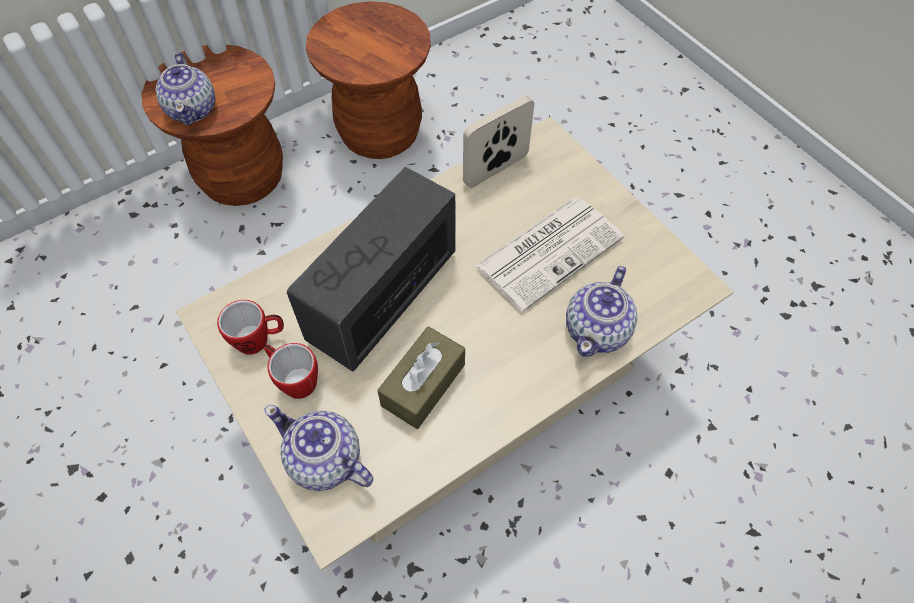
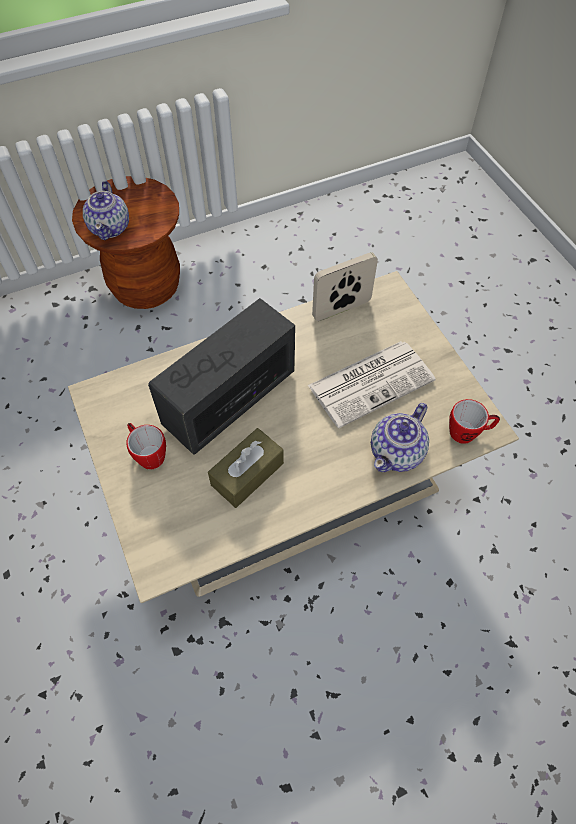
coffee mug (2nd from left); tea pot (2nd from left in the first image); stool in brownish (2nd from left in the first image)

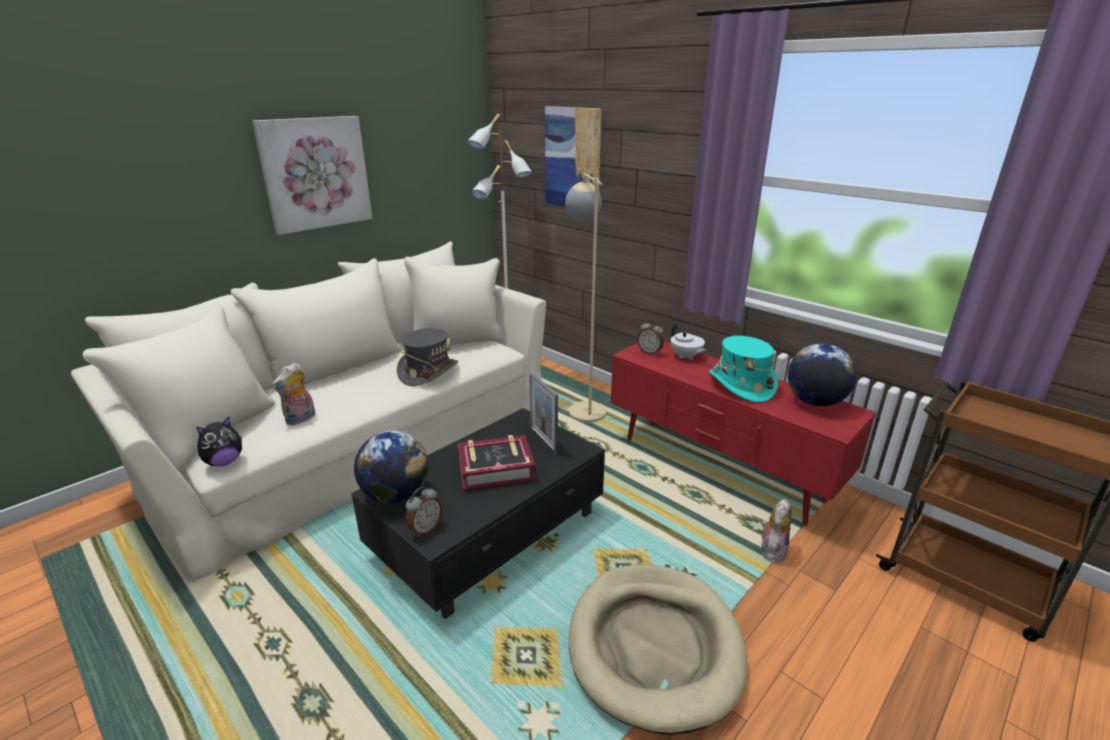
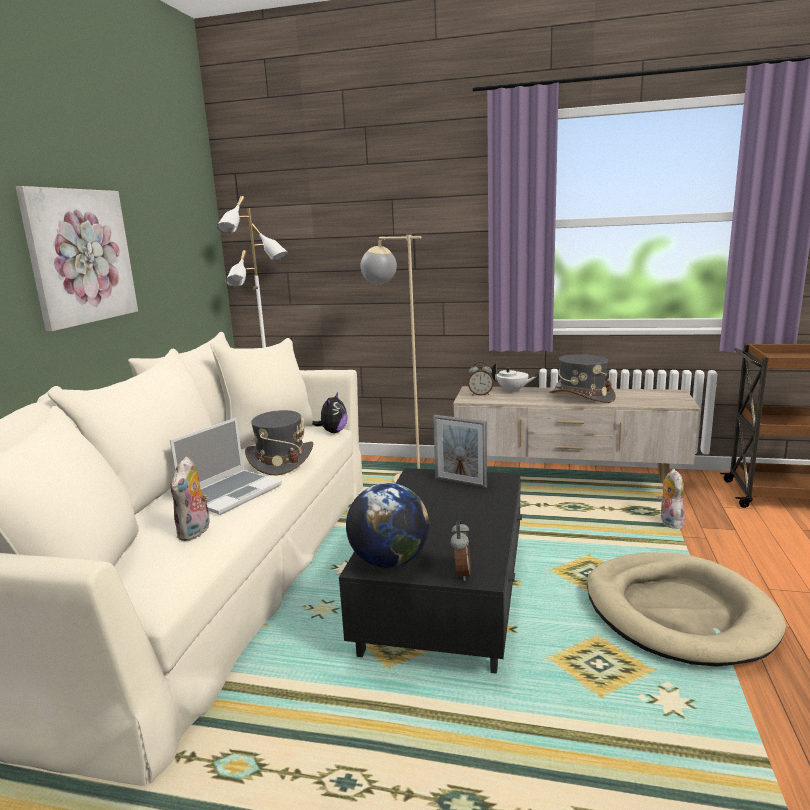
plush toy (2nd from left); volume; picture (2nd from left in the first image); tv unit in beige; wearable hat in greyish (2nd from left); globe (2nd from left in the first image); portable computer

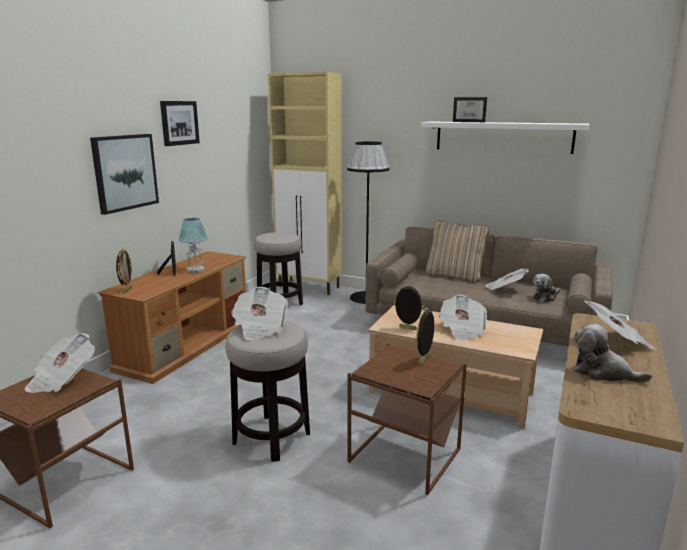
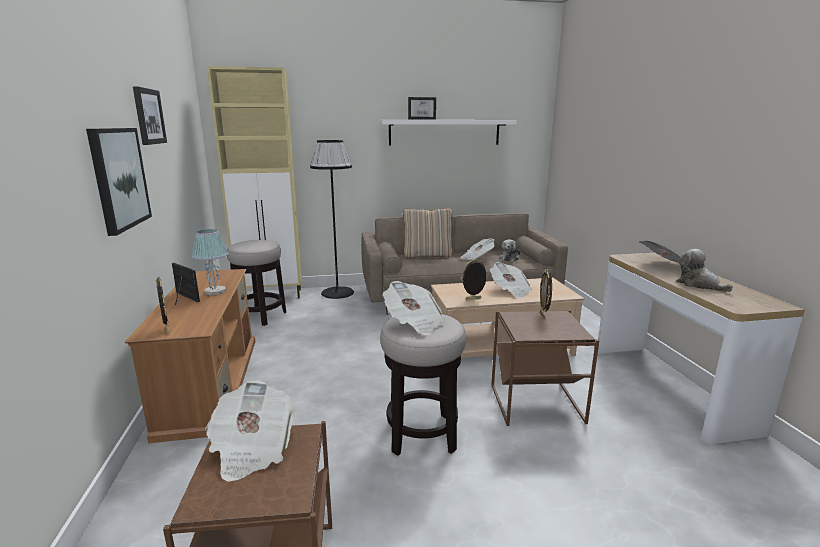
plush toy (2nd from left)

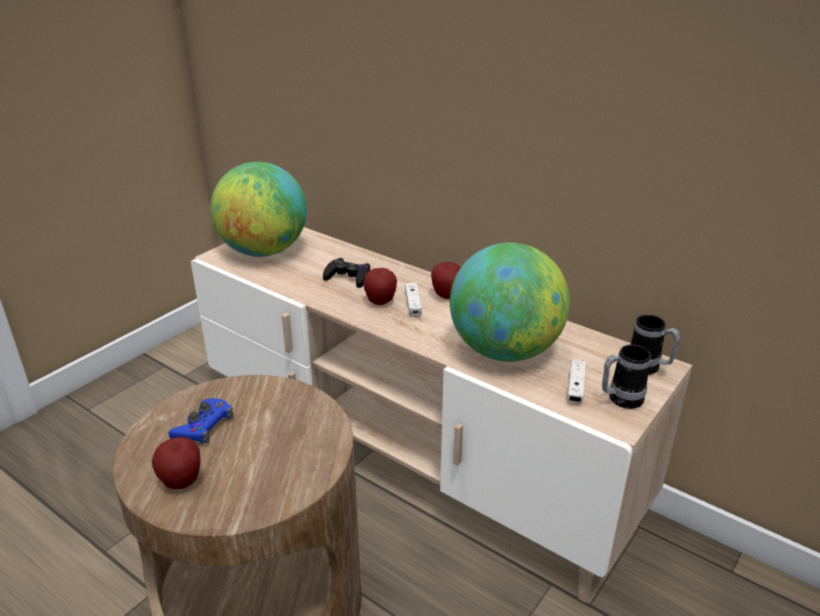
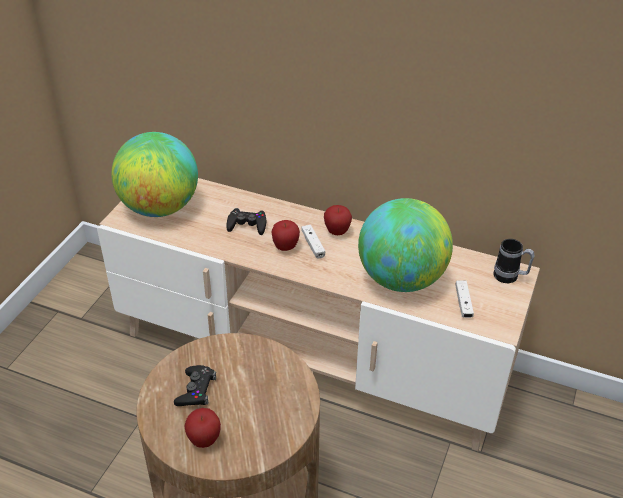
joypad in black-coloured (1st from left); coffee mug (1st from left in the first image)

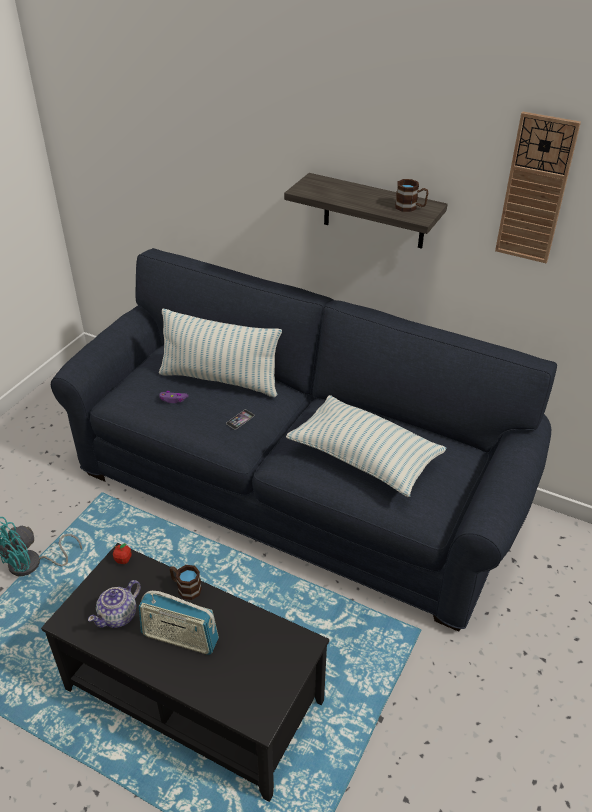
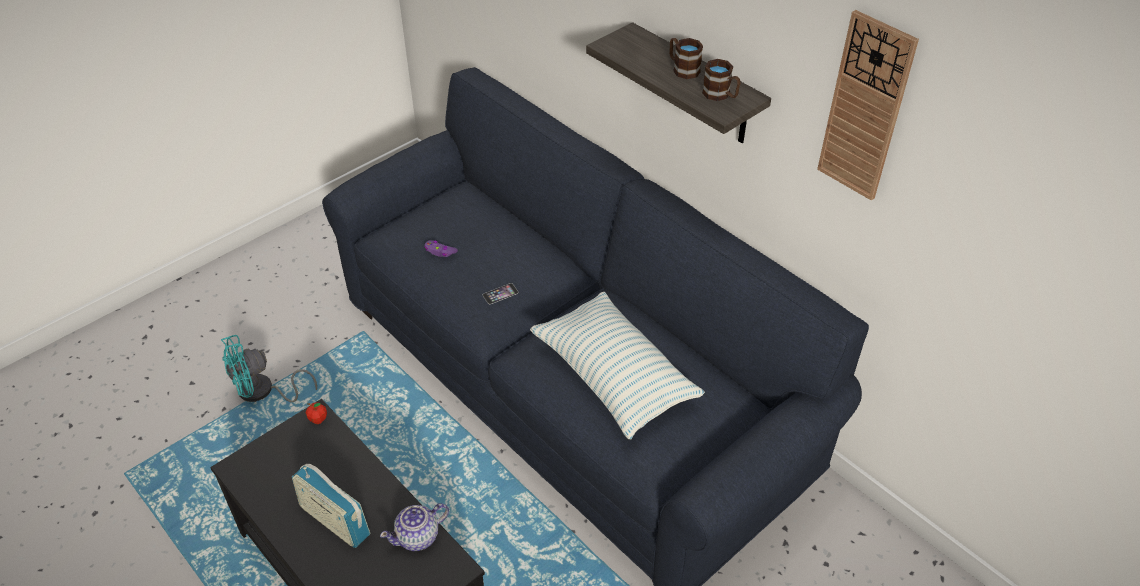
tea pot; pillow (1st from left in the first image); coffee mug in brownish (1st from left)

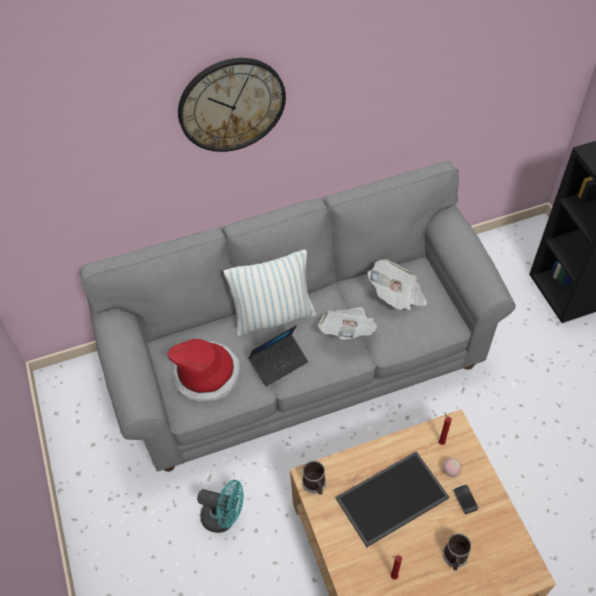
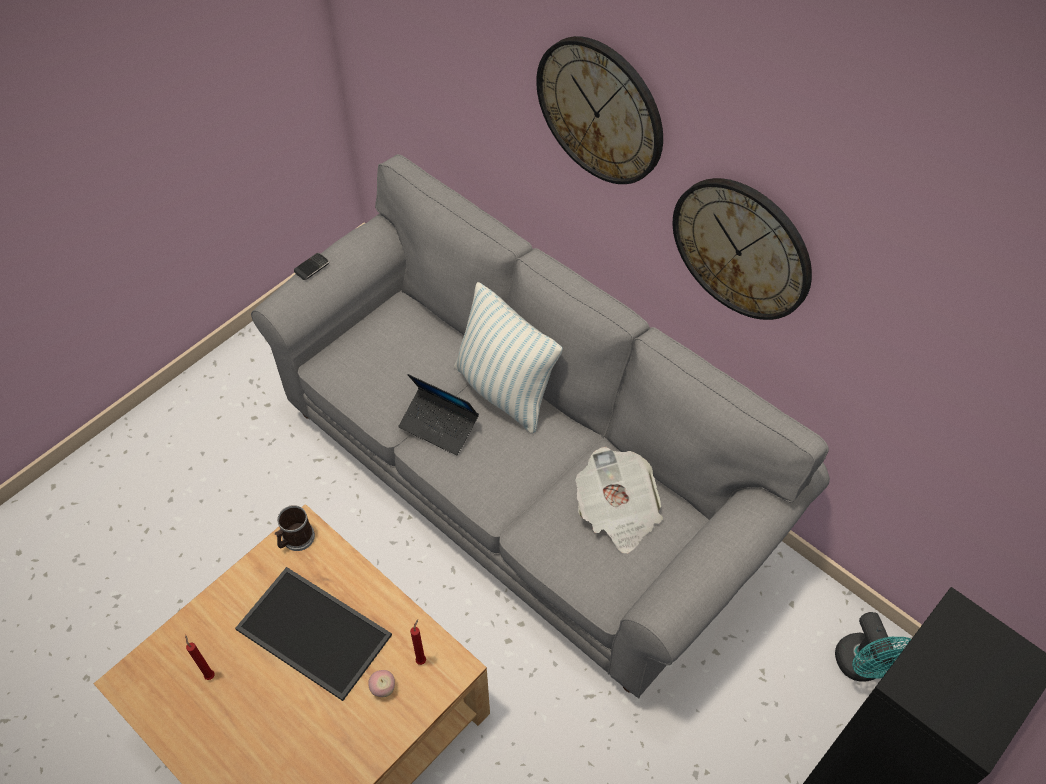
wearable hat; cooling fan in blue-green; daily paper (1st from left in the first image); coffee mug (2nd from left in the first image); telephone; wall clock (2nd from left)

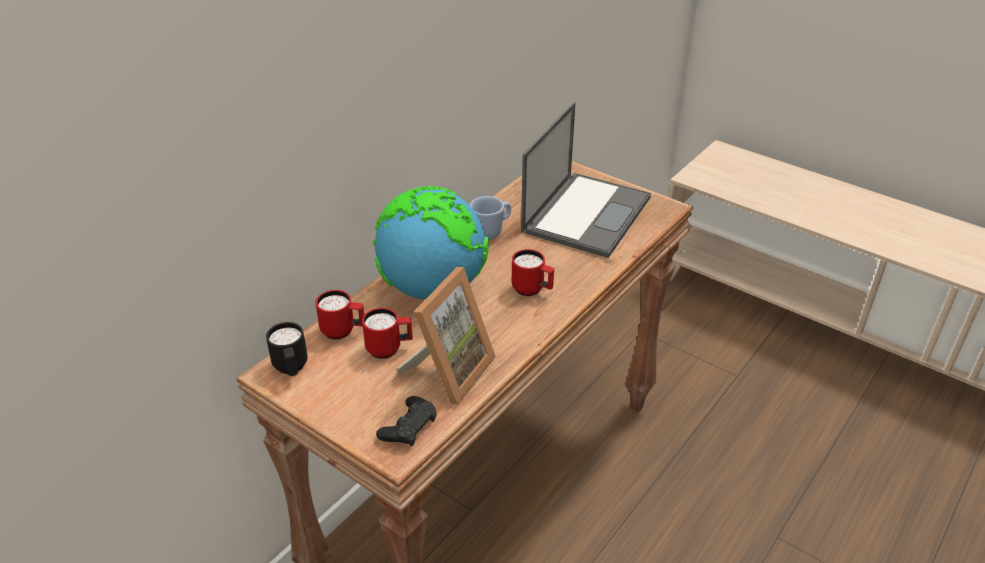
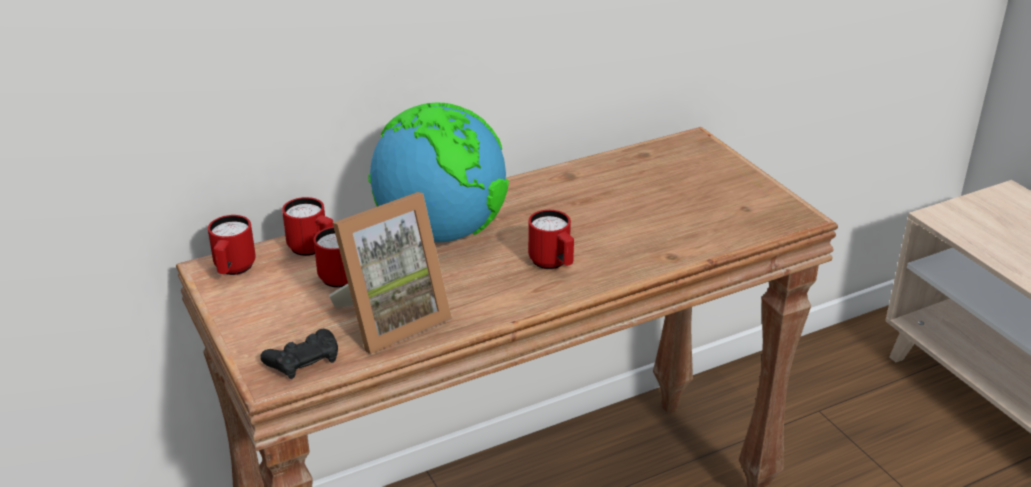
coffee mug in red-coloured (1st from left); coffee mug in blue; portable computer

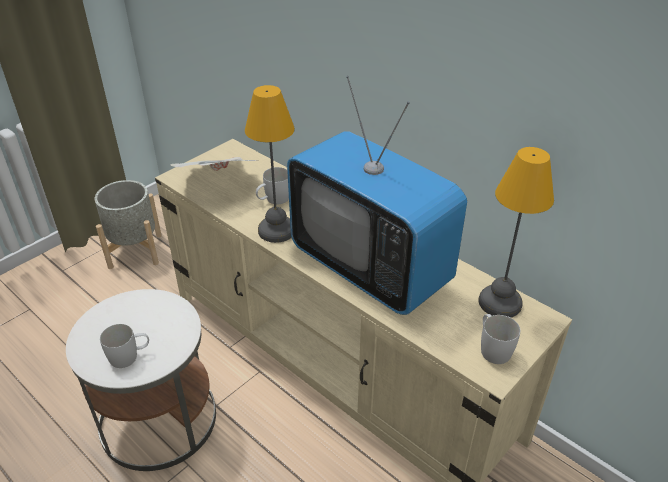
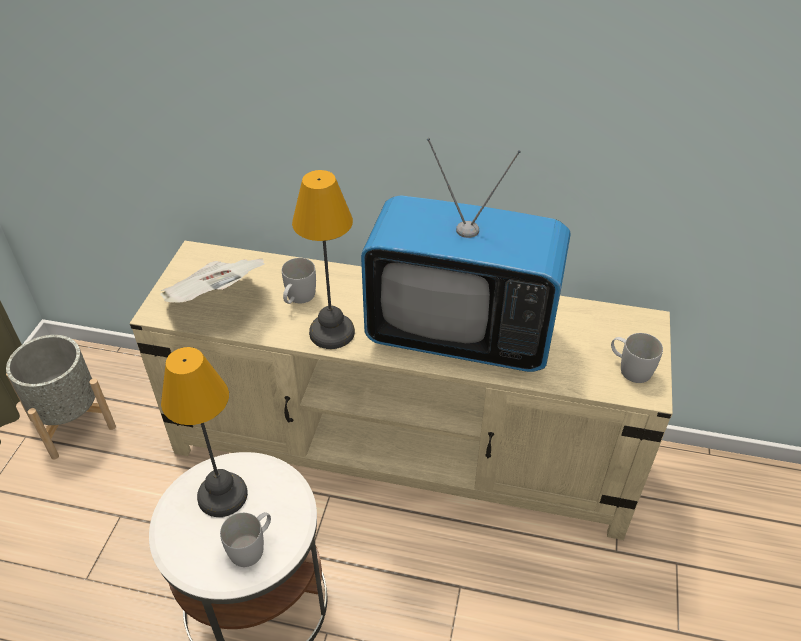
lamp for a table (1st from left)

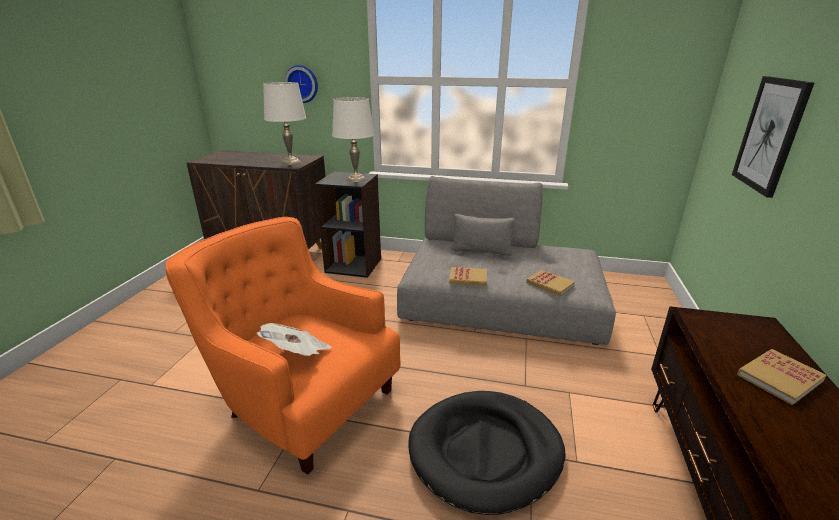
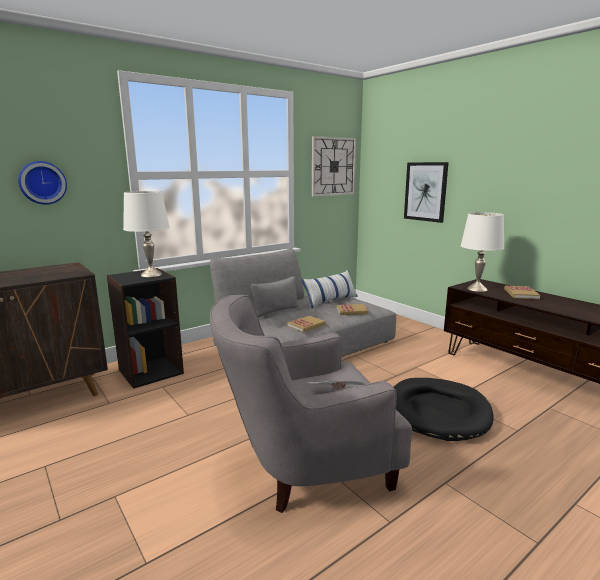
armchair in greyish; lamp for a table in white-coloured (2nd from left); pillow; wall clock (2nd from left)

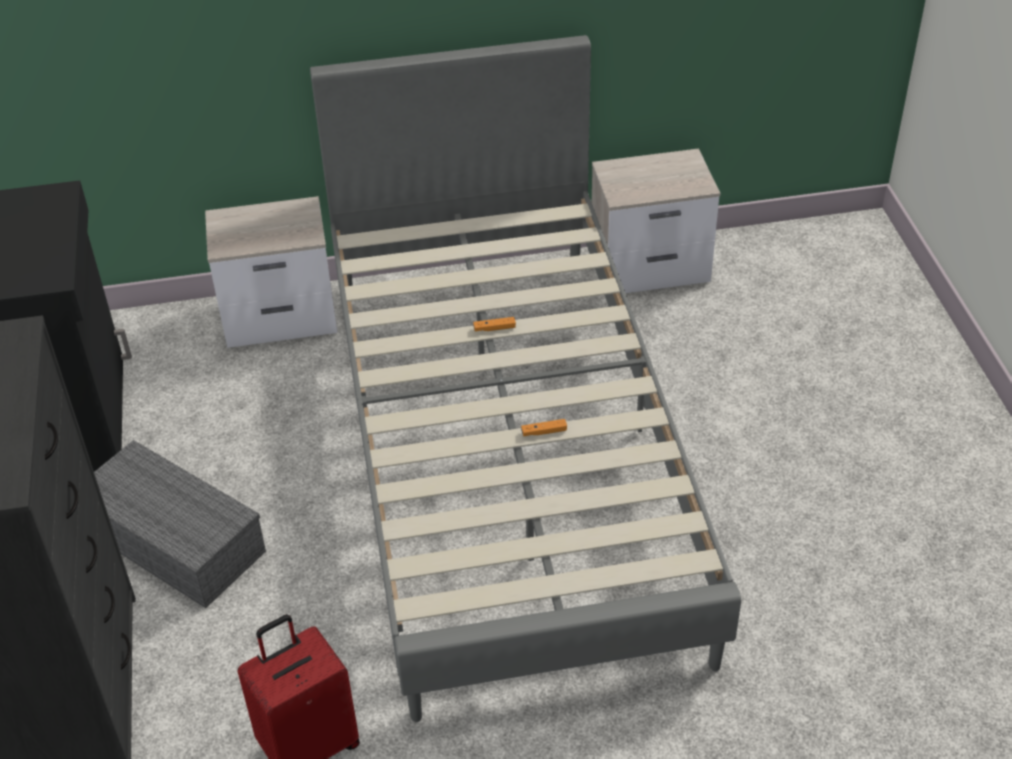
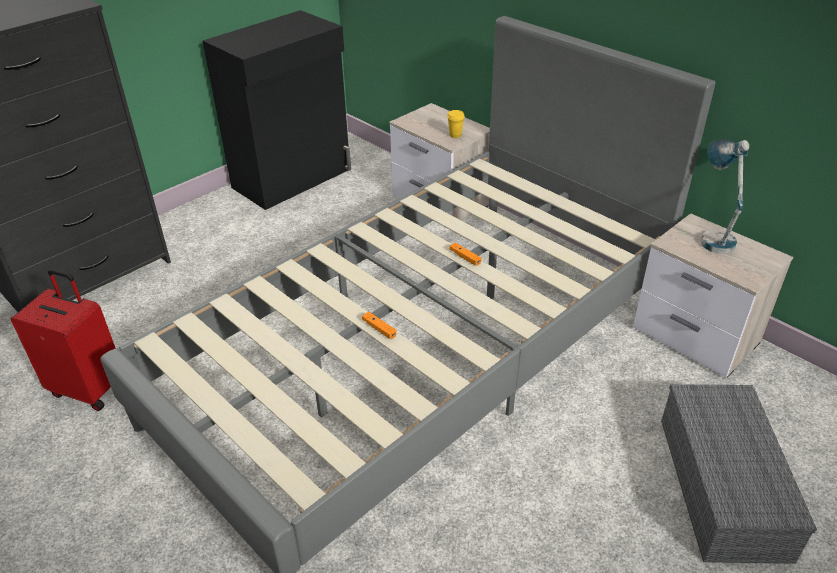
storage container in greyish; cup in yellowish; lamp for a table

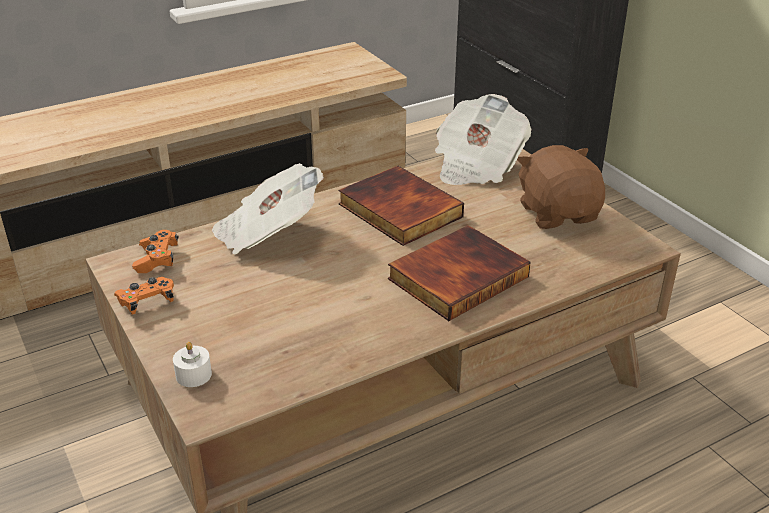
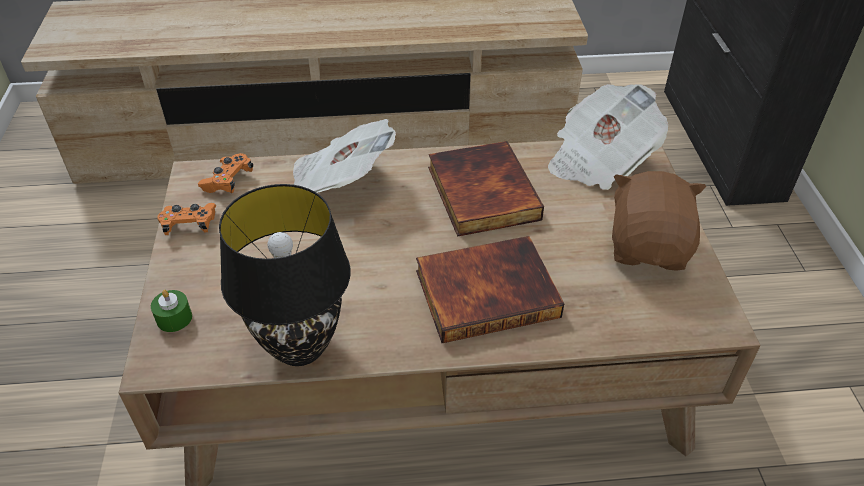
wax light in green; lamp for a table in black-coloured

